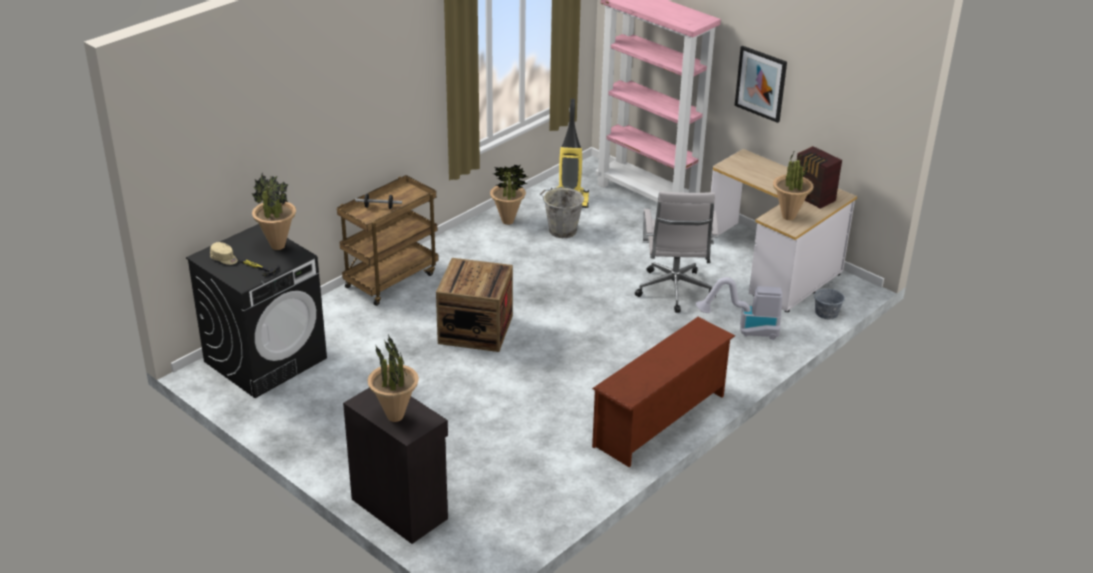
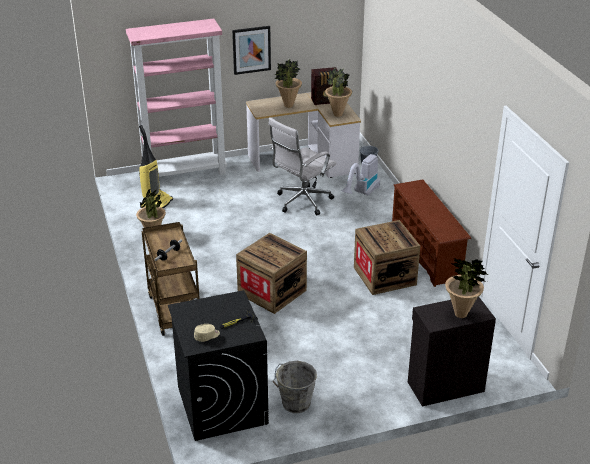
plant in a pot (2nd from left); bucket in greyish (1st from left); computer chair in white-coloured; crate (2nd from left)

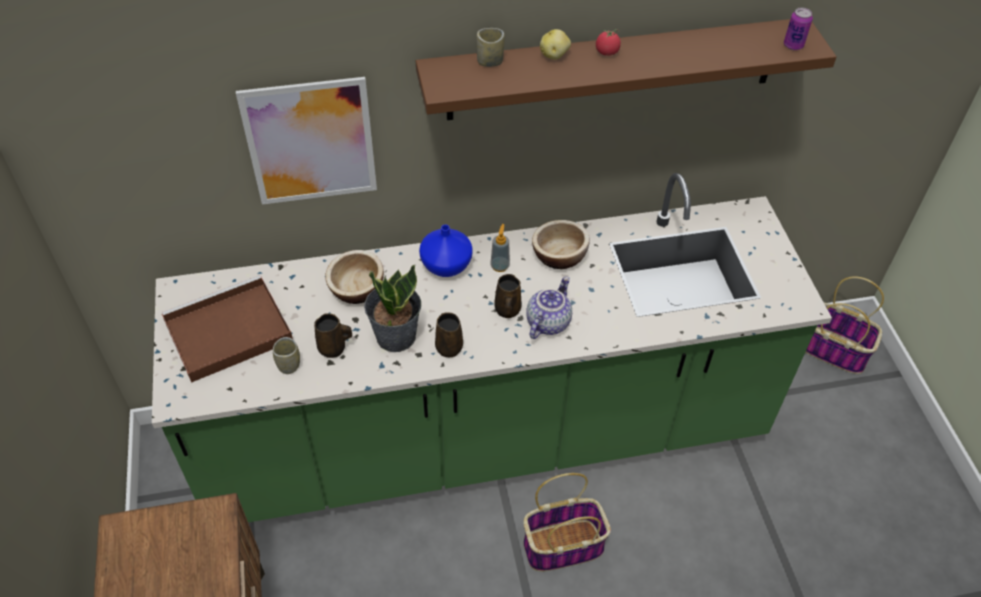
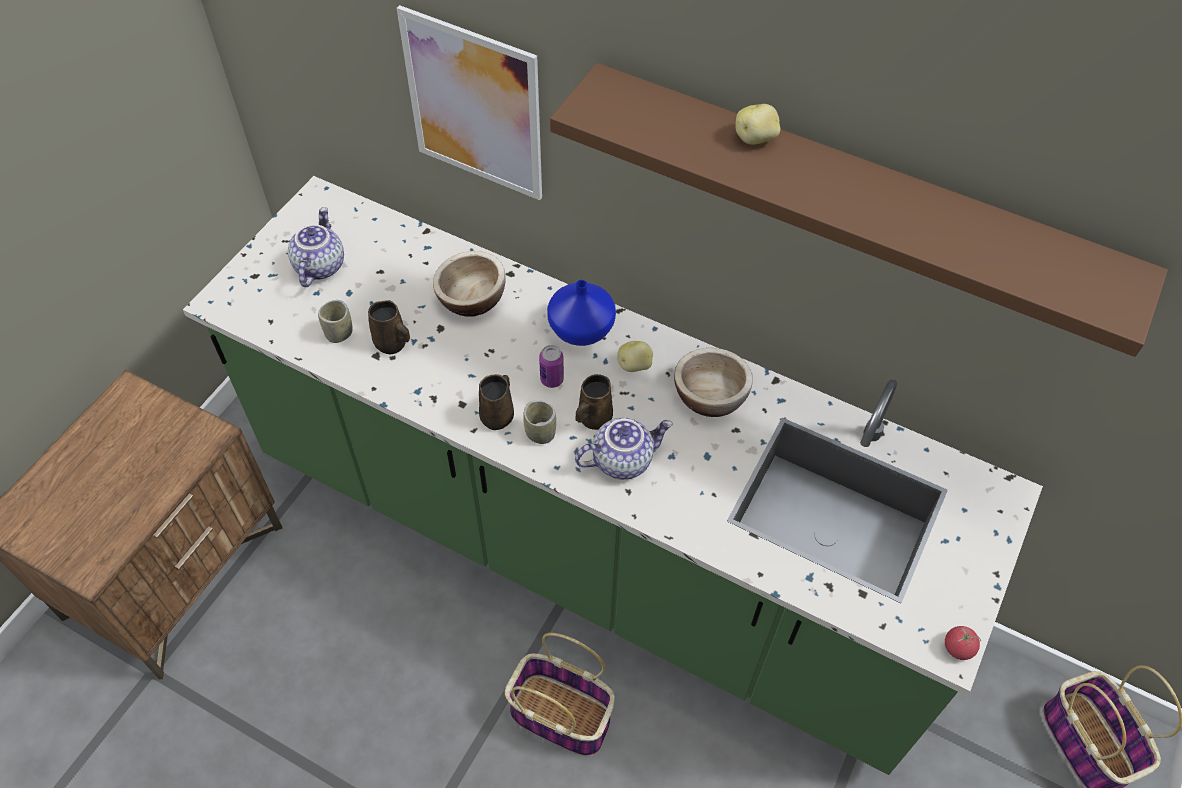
tea pot (1st from left); plant in a pot; cup (2nd from left); potato (1st from left); fresh tomato; metal can

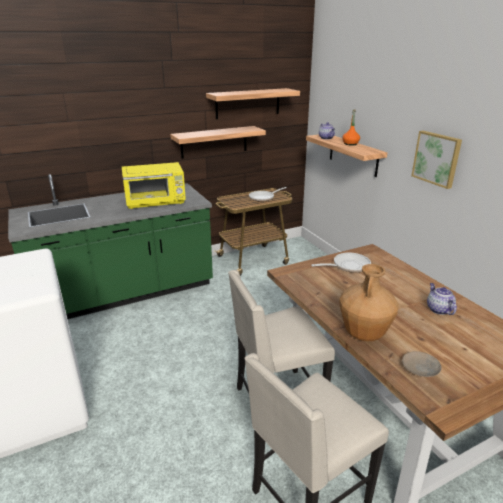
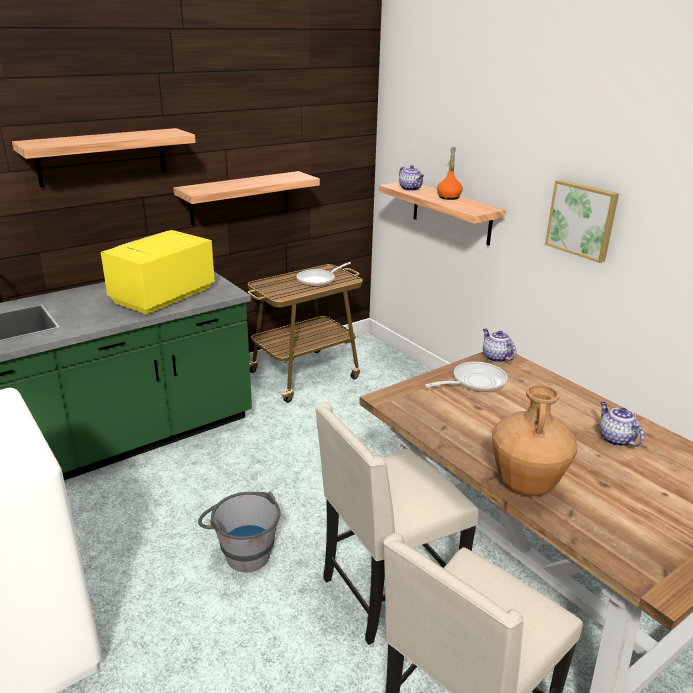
microwave oven in yellowish; bracket shelf (1st from left); plate in beige; bucket in greyish; tea pot (2nd from left)

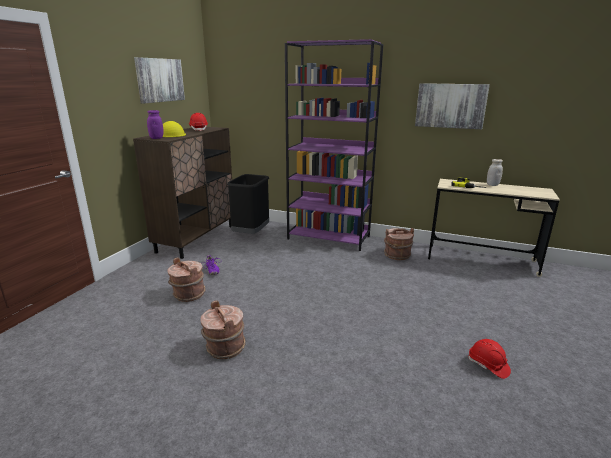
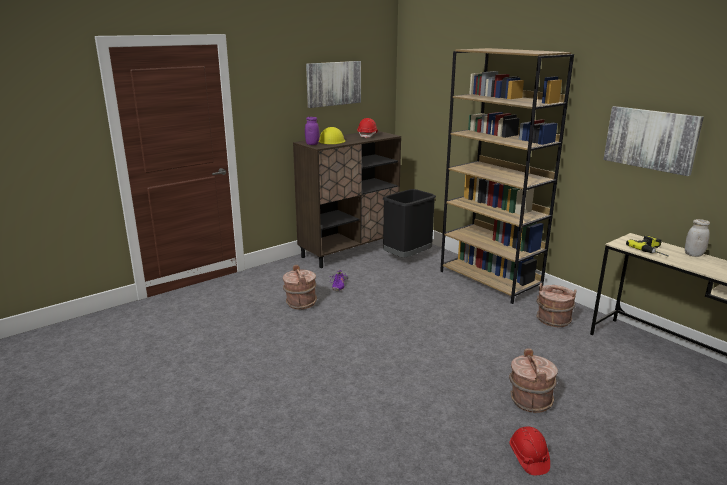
bucket in brownish (2nd from left); bookcase in brownish

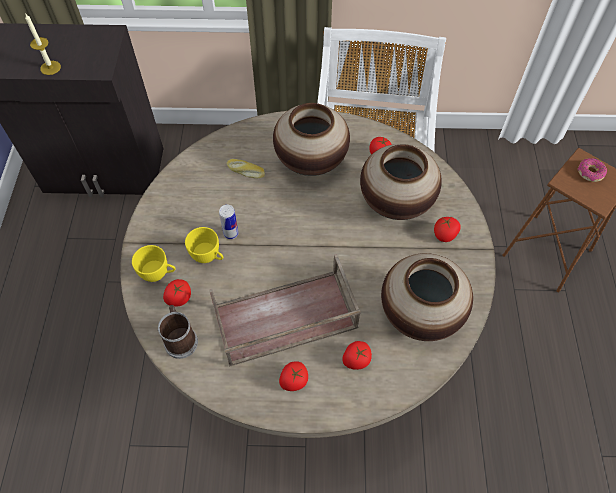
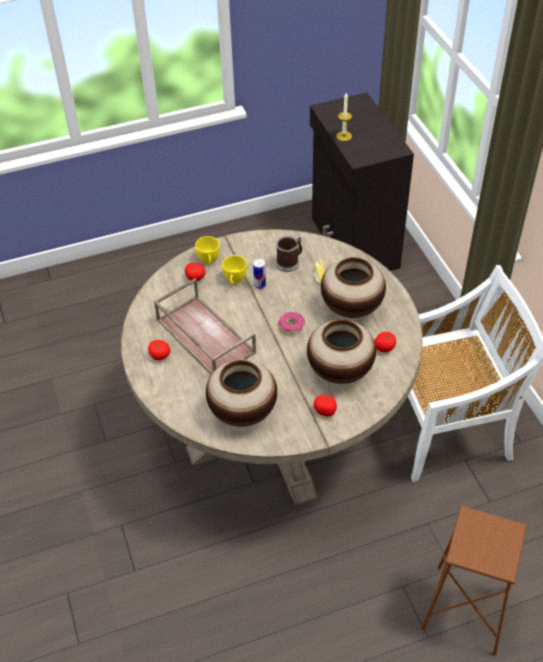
coffee mug; fresh tomato (3rd from left in the first image); doughnut

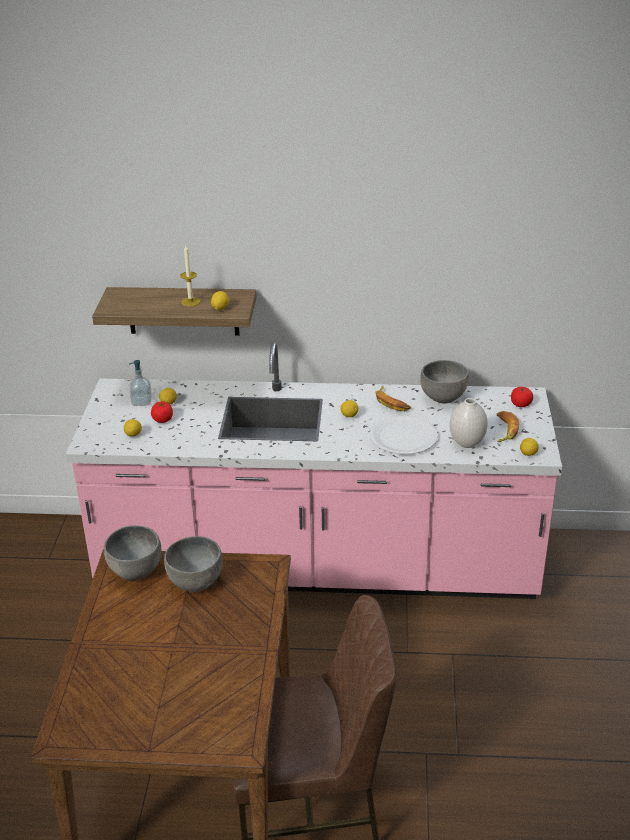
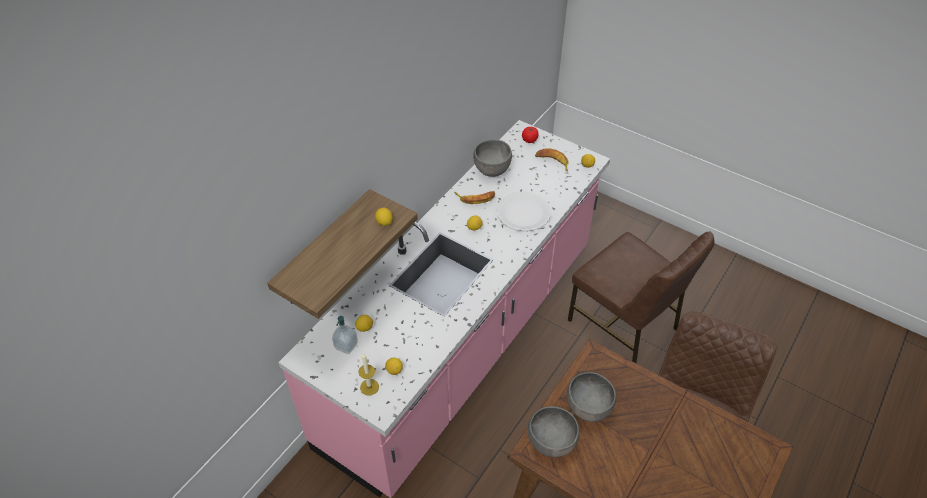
fresh tomato (1st from left in the first image); wax light; decorative vase in white-coloured; chair in brownish (1st from left)

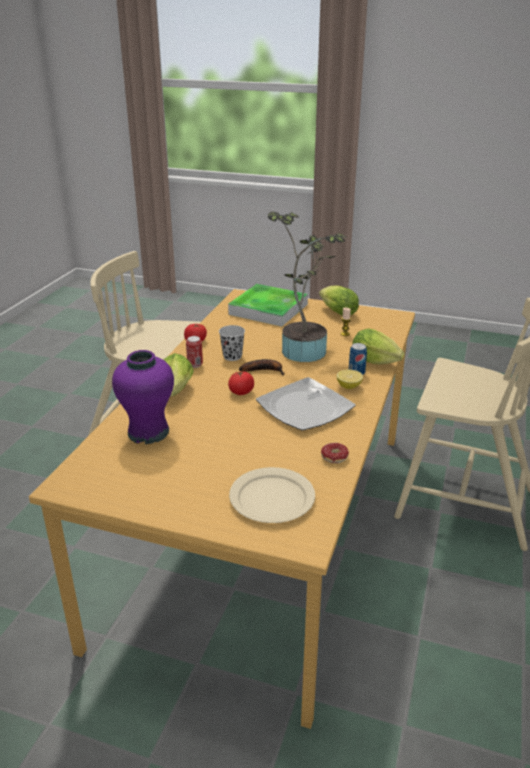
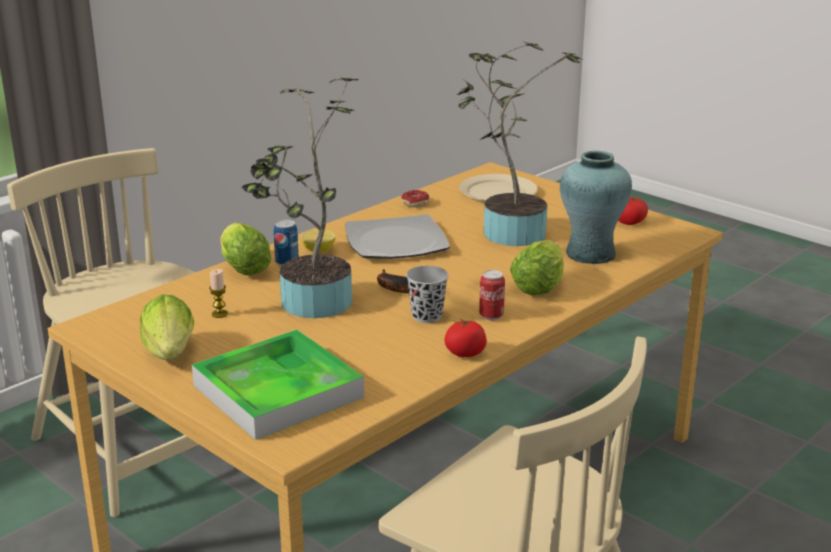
decorative vase in blue-green; fresh tomato (2nd from left); plant in a pot (2nd from left)

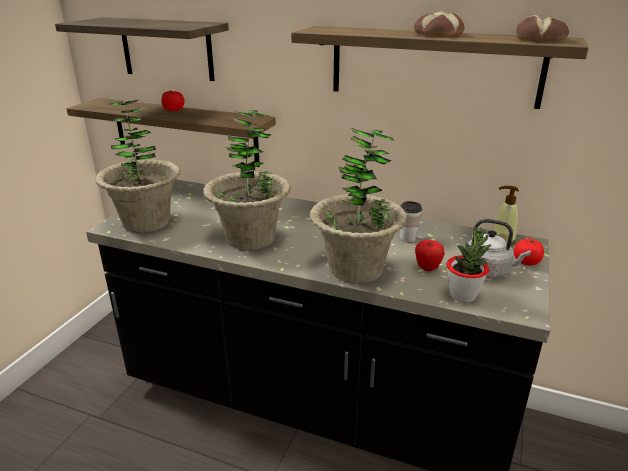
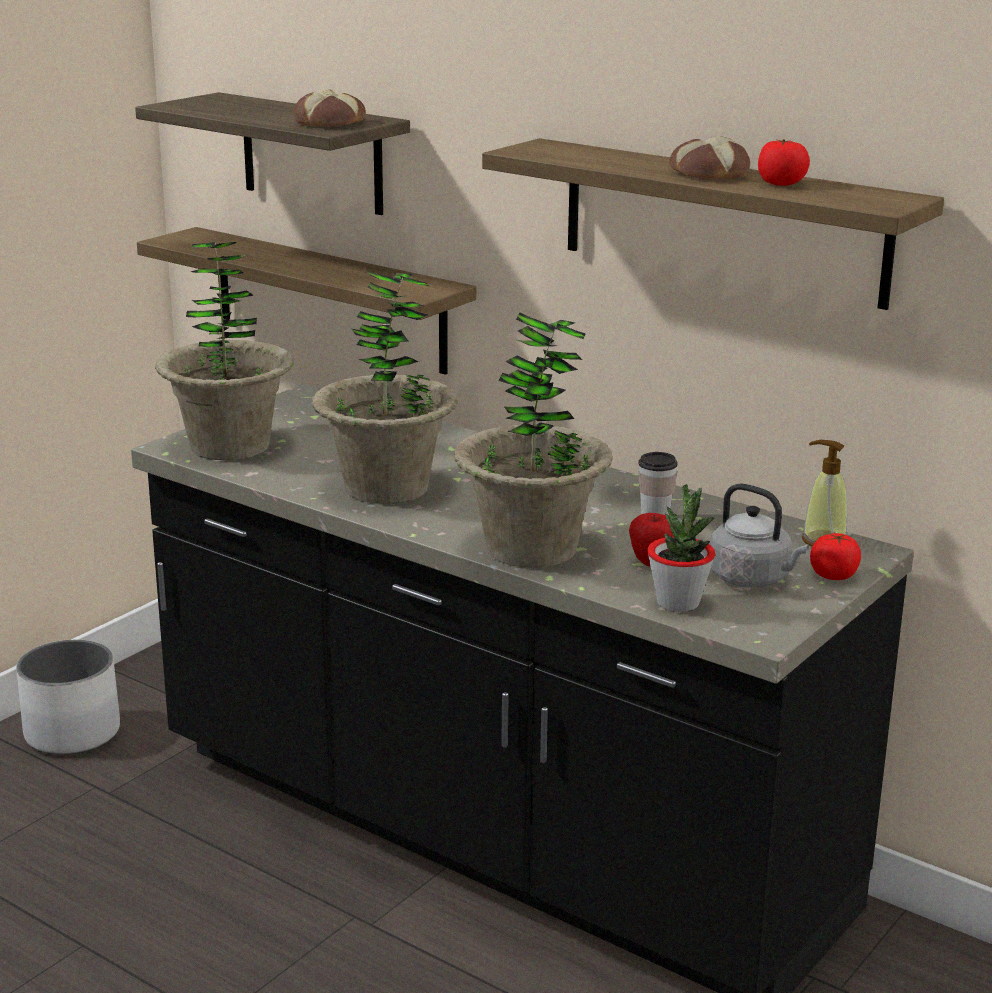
fresh tomato (1st from left); baked bread (1st from left); plant pot in white-coloured

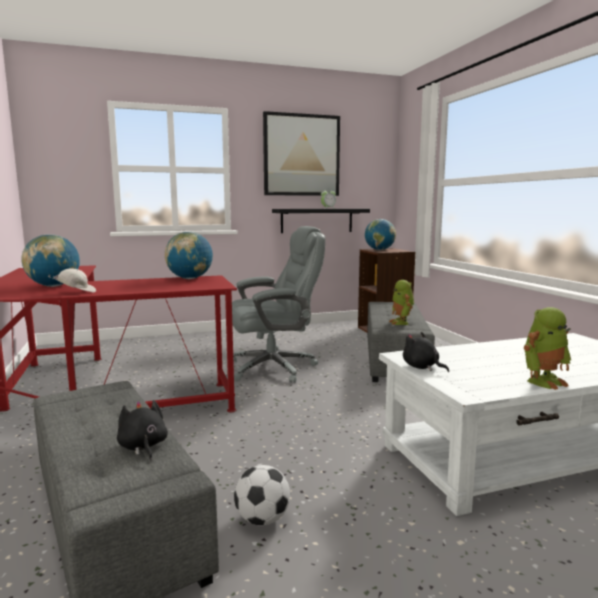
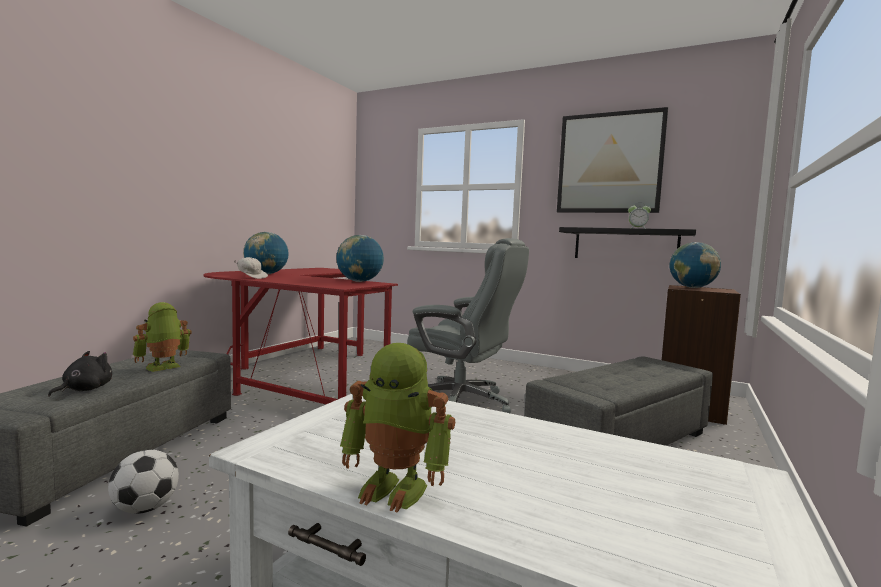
model robot (1st from left); plush toy in black-coloured (2nd from left in the first image)

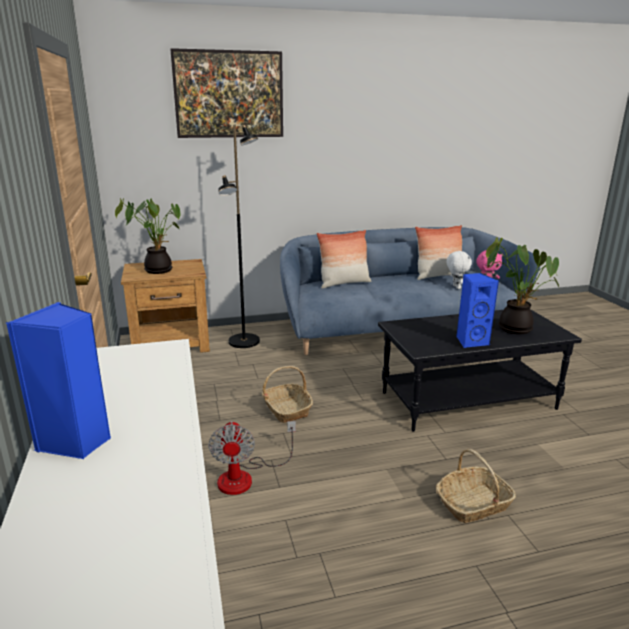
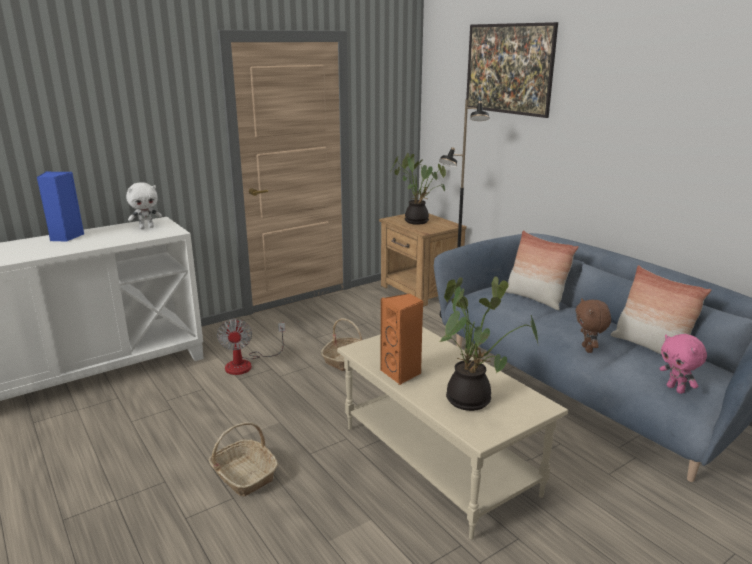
cooling fan; lounge table in beige; plush toy in white-coloured; audio speaker in orange; plush toy in brownish

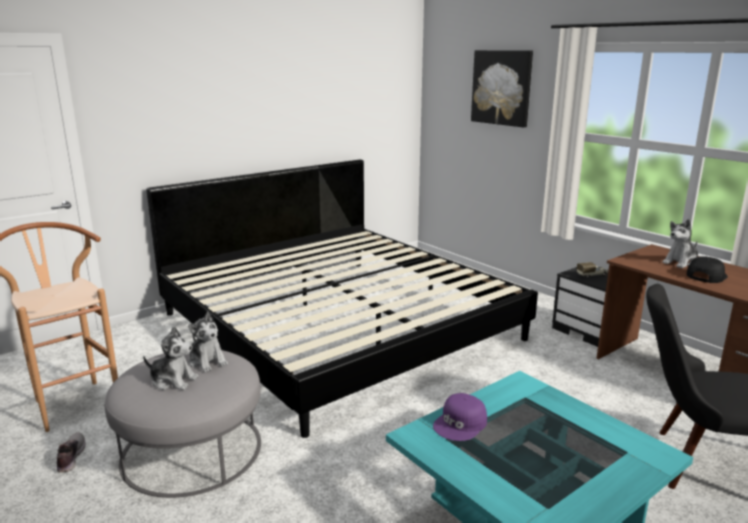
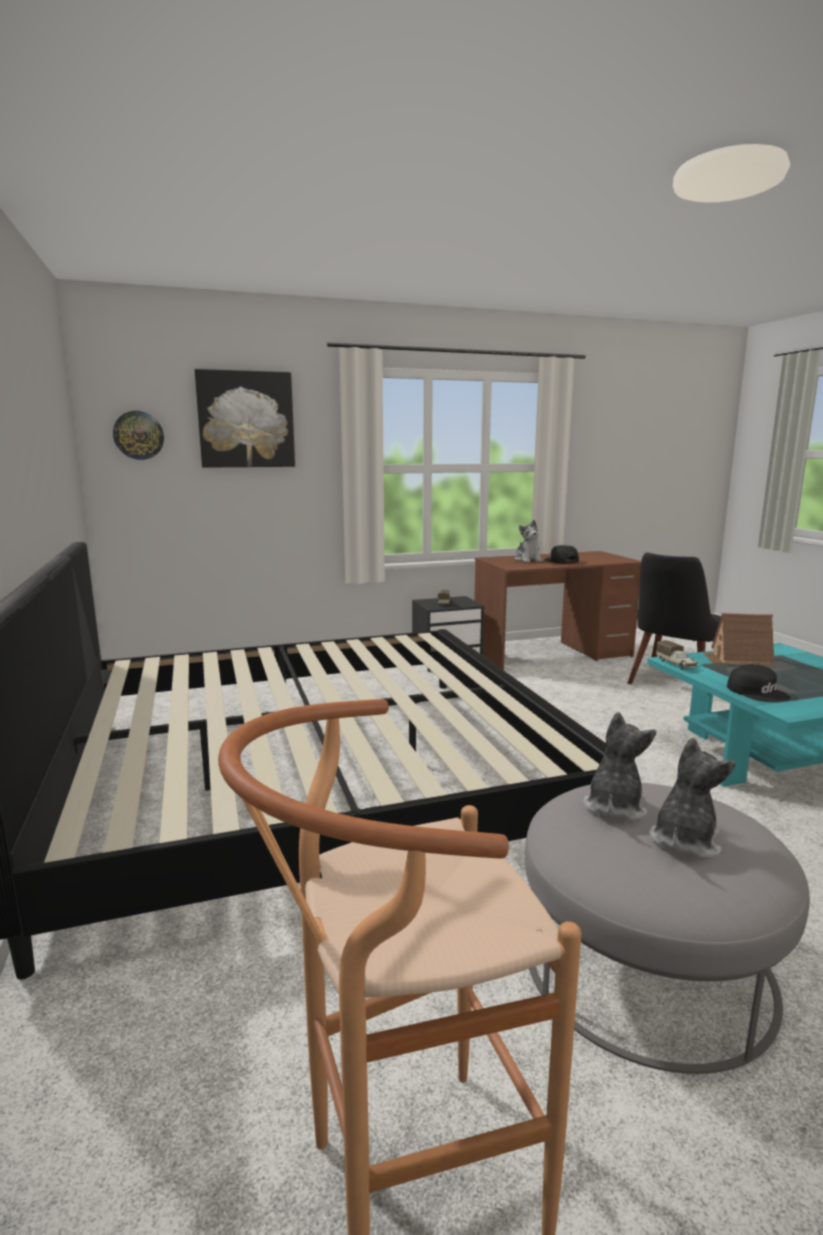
item of footwear; plush toy (2nd from left); cap in black-coloured (2nd from left); wall clock; model truck (2nd from left); toy house

